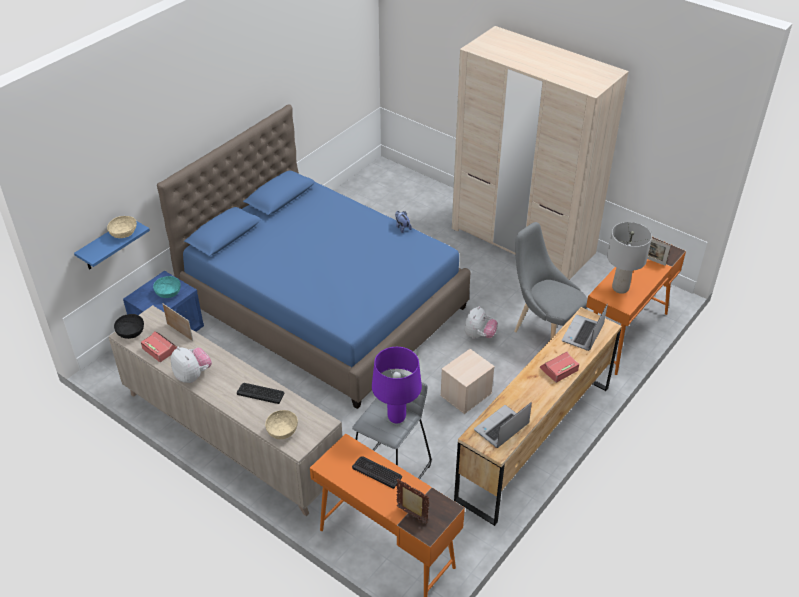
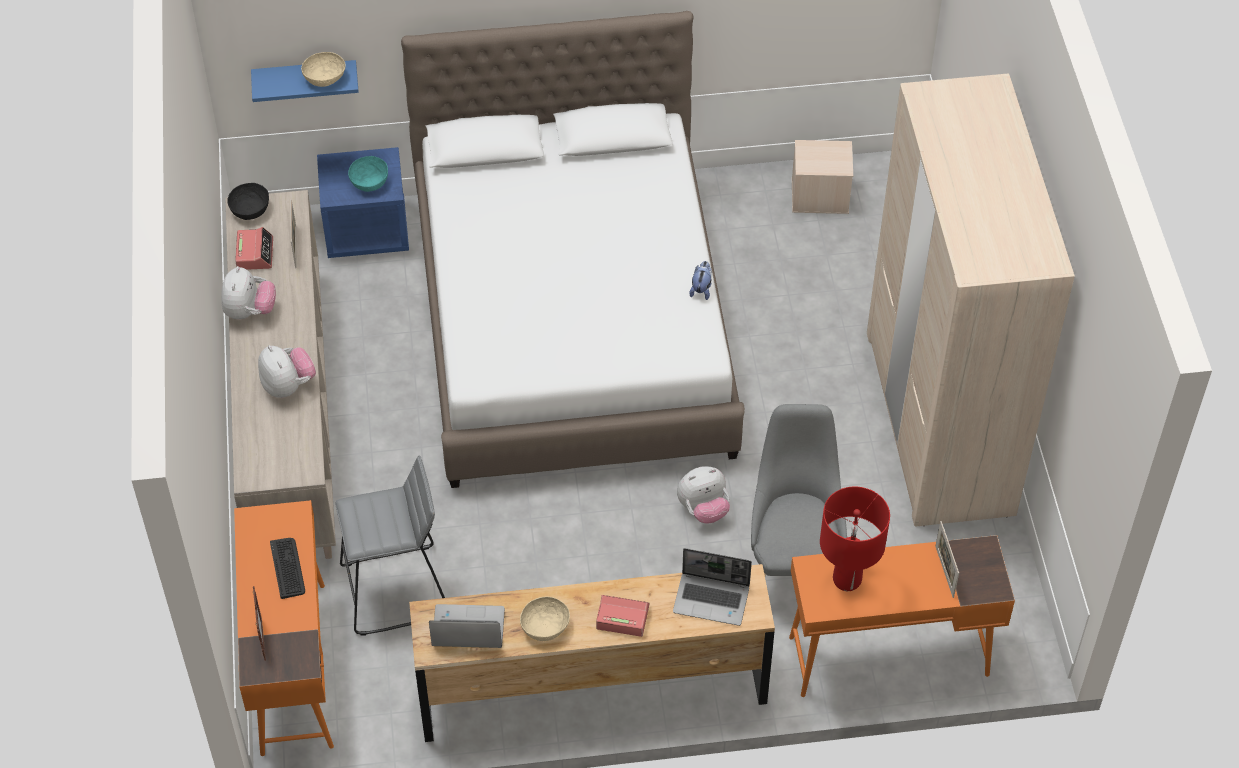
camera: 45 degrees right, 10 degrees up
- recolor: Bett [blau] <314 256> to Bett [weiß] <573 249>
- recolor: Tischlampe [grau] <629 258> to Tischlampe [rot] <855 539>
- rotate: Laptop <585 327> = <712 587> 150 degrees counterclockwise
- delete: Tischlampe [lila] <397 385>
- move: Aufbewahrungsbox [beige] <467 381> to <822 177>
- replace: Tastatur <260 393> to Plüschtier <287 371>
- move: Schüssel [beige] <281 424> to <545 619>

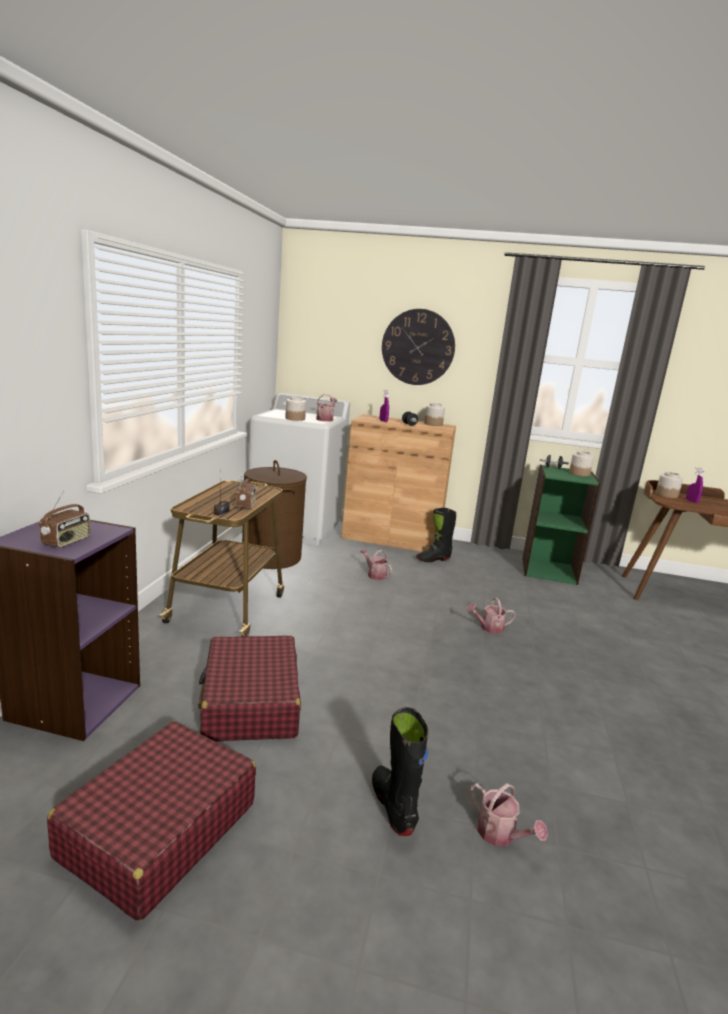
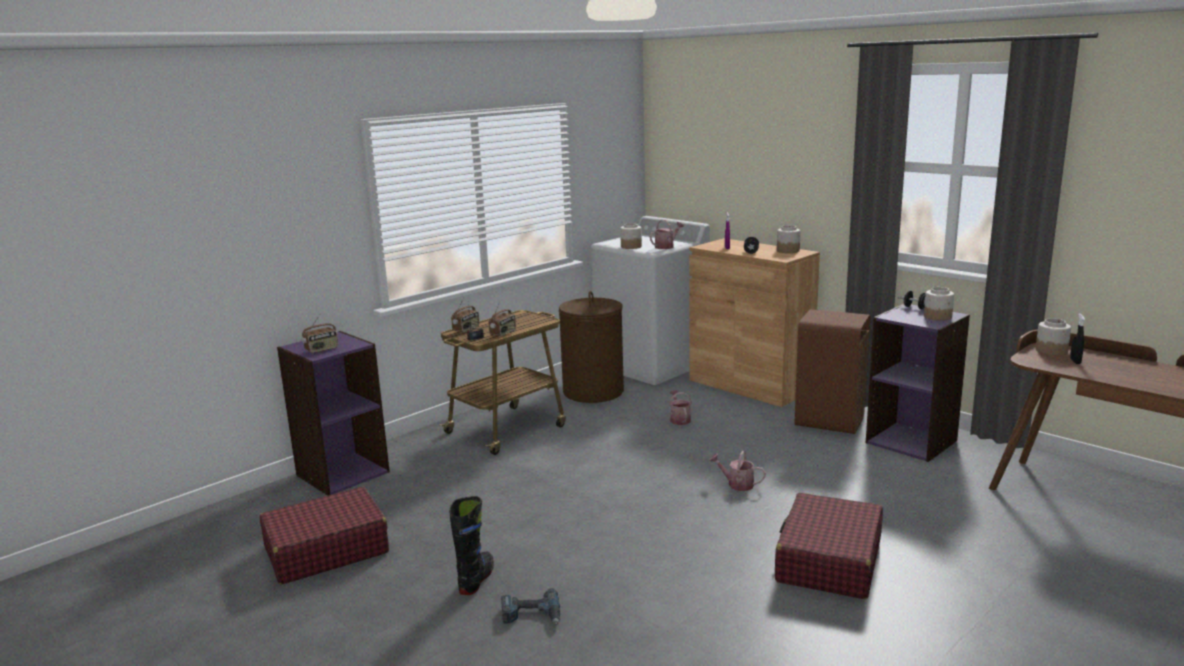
camera: 35 degrees right, 0 degrees up
- delete: Wanduhr <418 347>
- recolor: Bücherregal [grün] <561 525> to Bücherregal [lila] <918 383>
- recolor: Sprühflasche [lila] <695 485> to Sprühflasche [schwarz] <1077 338>
- delete: Stiefel [schwarz] <436 535>
- move: Koffer [rot] <249 688> to <829 546>
- replace: Gießkanne <509 814> to Bohrmaschine <530 606>
- insert: Radio <465 315>
- insert: Mülleimer [braun] <832 371>

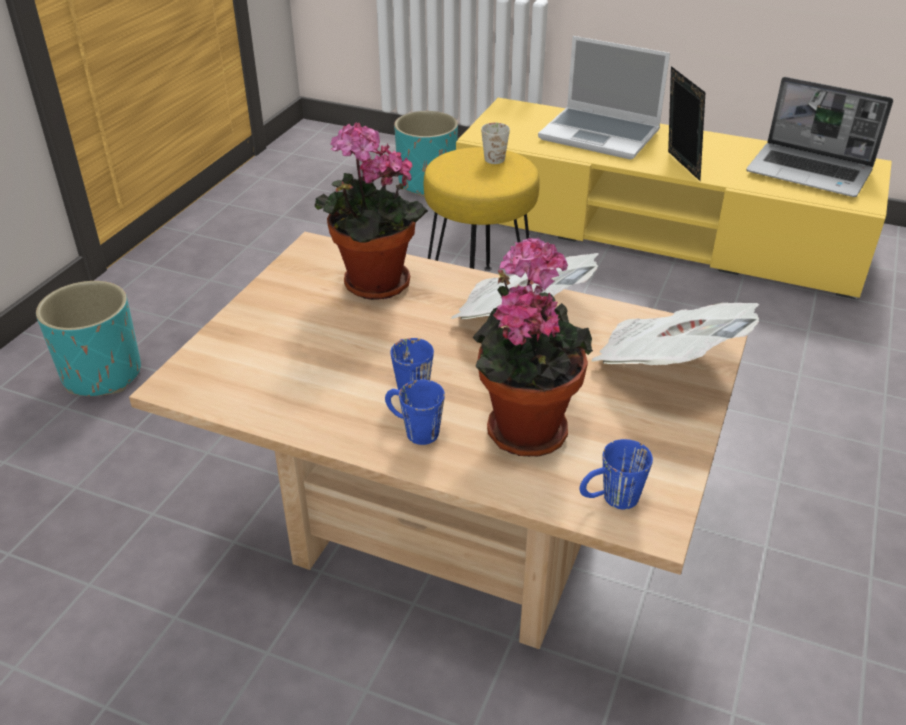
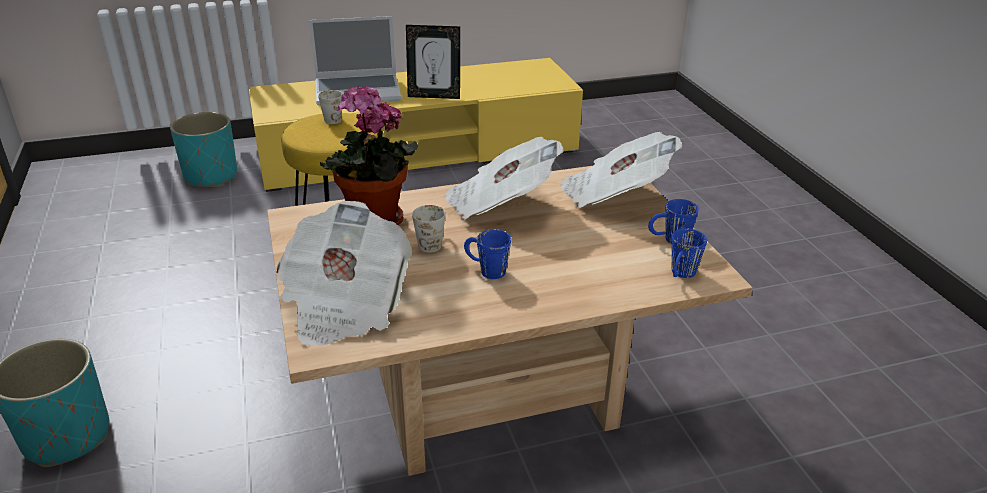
camera: 40 degrees left, 5 degrees down
- rotate: Bilderrahmen <687 123> = <433 62> 150 degrees clockwise
- delete: Laptop <819 137>
- delete: Topfpflanze <533 347>
- move: Henkelbecher [blau] <415 412> to <673 221>
- insert: Zeitung <344 274>
- insert: Henkelbecher [weiß] <428 229>

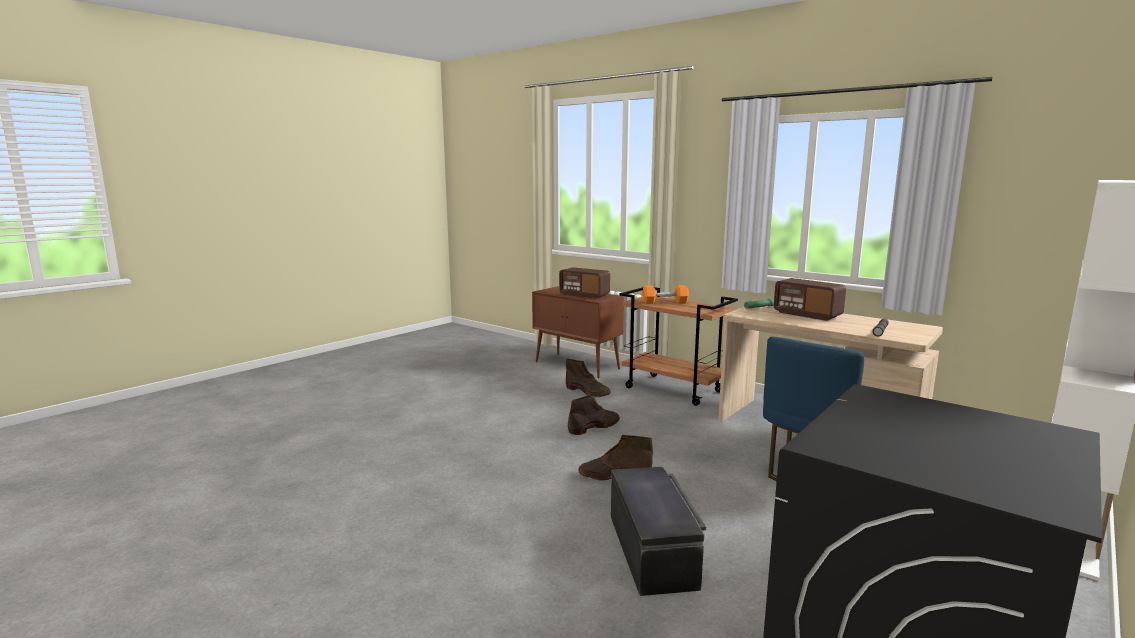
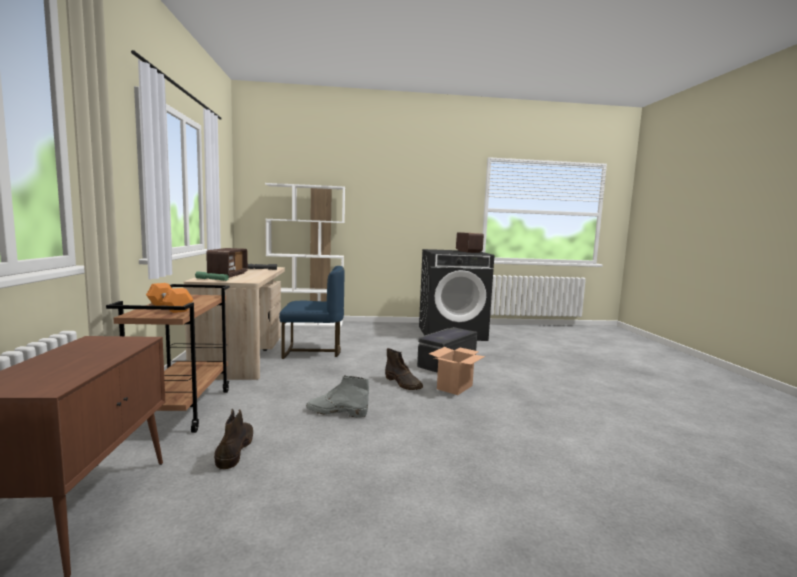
camera: 135 degrees left, 5 degrees down
- move: Radio <584 283> to <470 242>
- recolor: Stiefel [braun] <594 414> to Stiefel [grau] <337 396>
- insert: Karton <457 371>

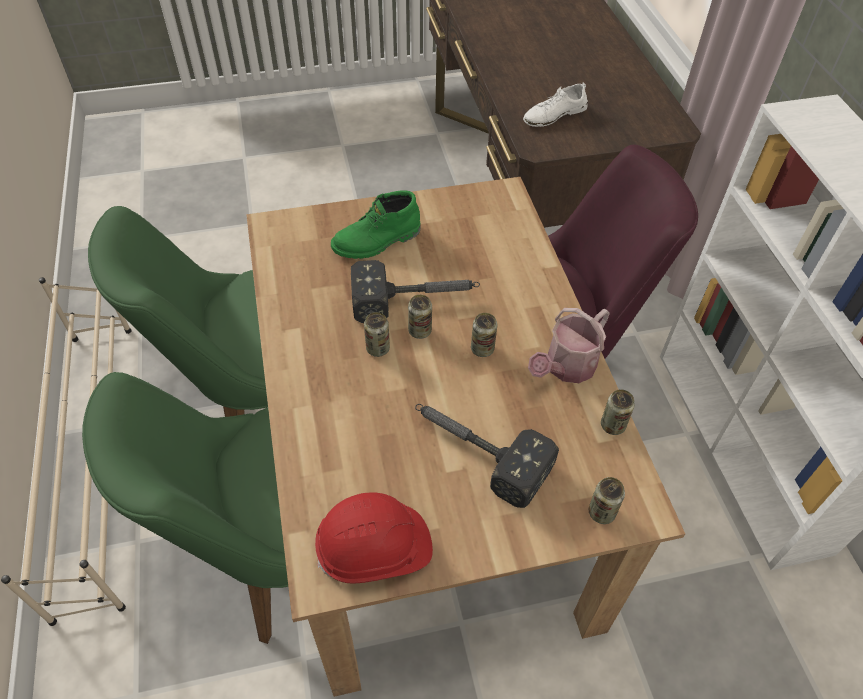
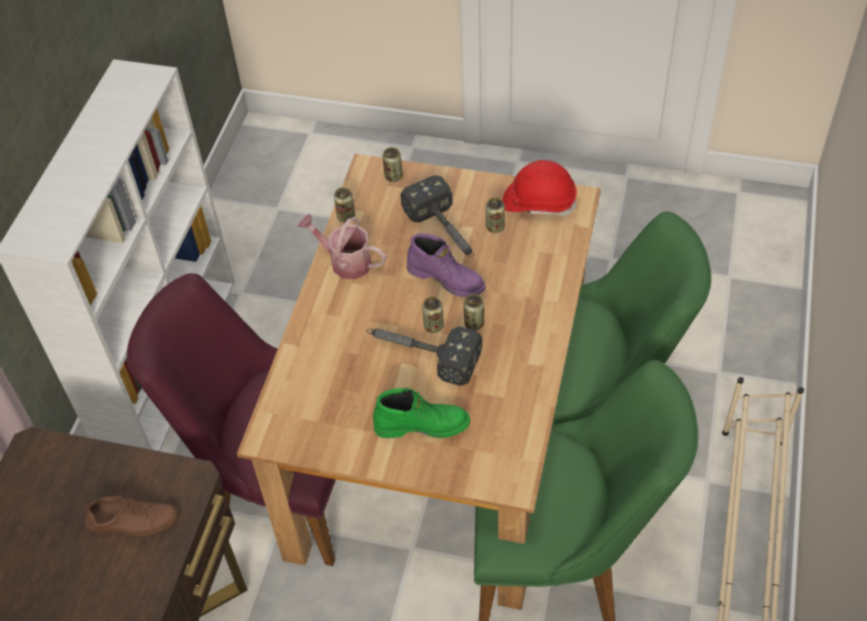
camera: 150 degrees left, 0 degrees up
- recolor: Schuh [weiß] <555 105> to Schuh [braun] <131 516>
- rotate: Gießkanne <569 345> = <342 246> 135 degrees counterclockwise
- move: Dose <484 335> to <495 215>
- insert: Stiefel [lila] <446 265>

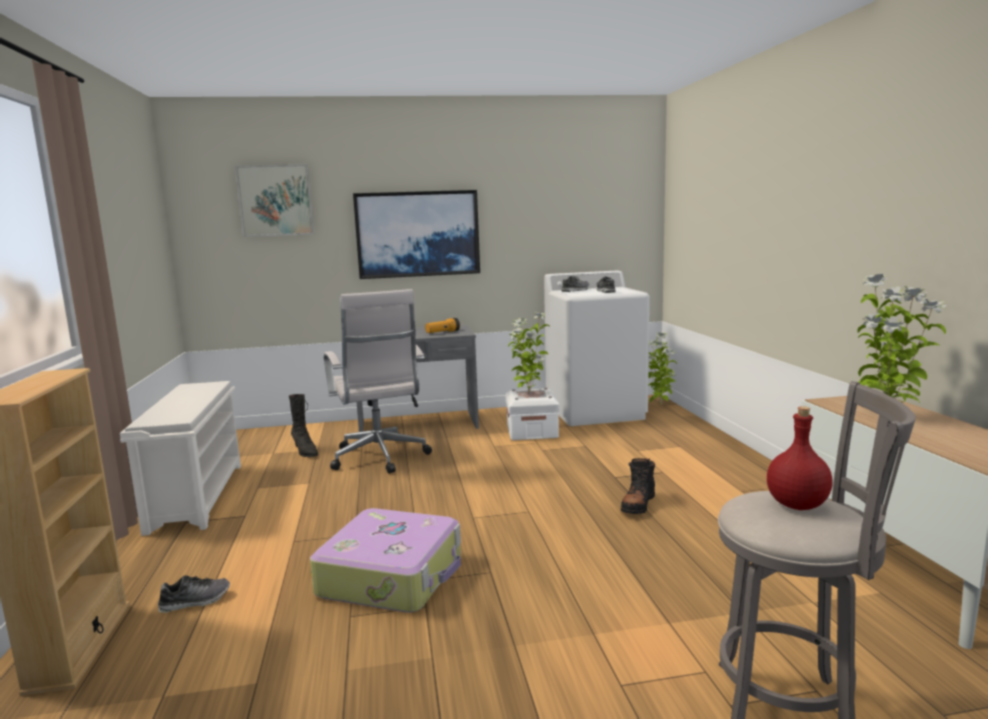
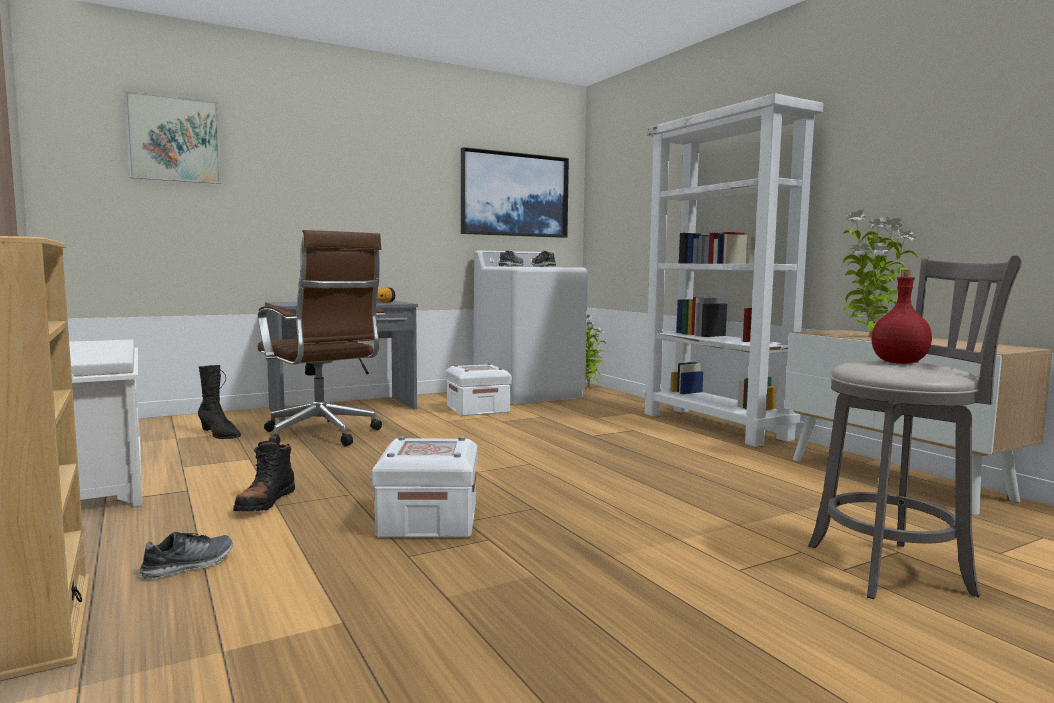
camera: 20 degrees left, 5 degrees down
- move: Bild <416 234> to <515 192>
- recolor: Bürostuhl [weiß] <378 381> to Bürostuhl [braun] <321 338>
- delete: Topfpflanze <529 353>
- move: Stiefel [schwarz] <638 486> to <264 476>
- replace: Koffer <385 560> to Aufbewahrungsbox [weiß] <424 486>
- insert: Bücherregal [weiß] <732 270>

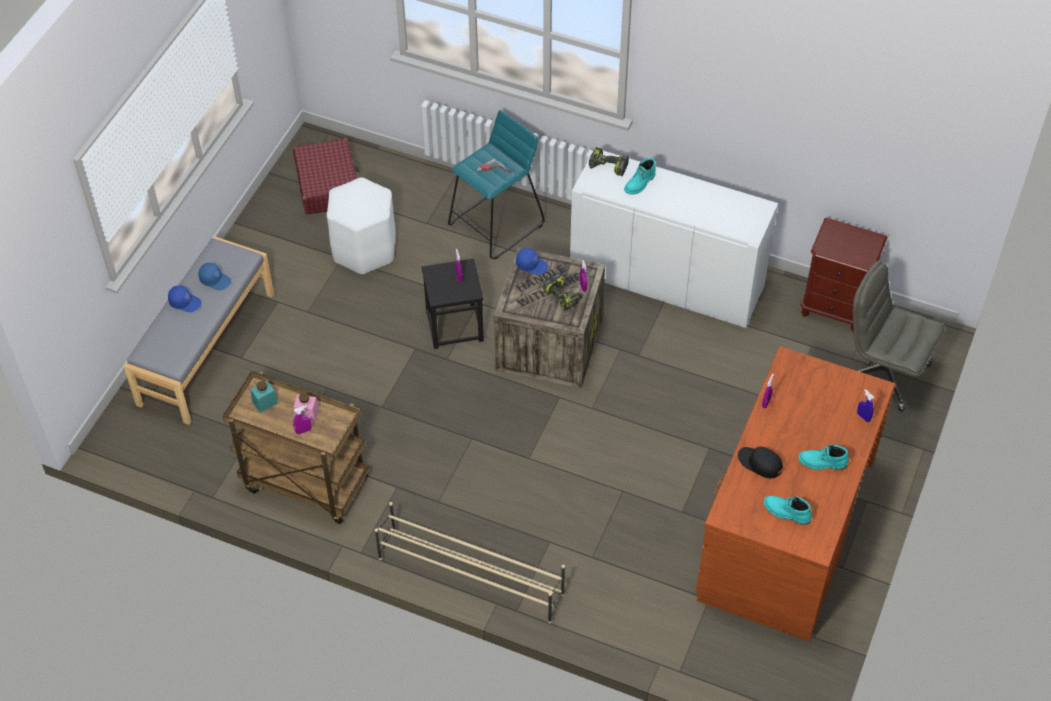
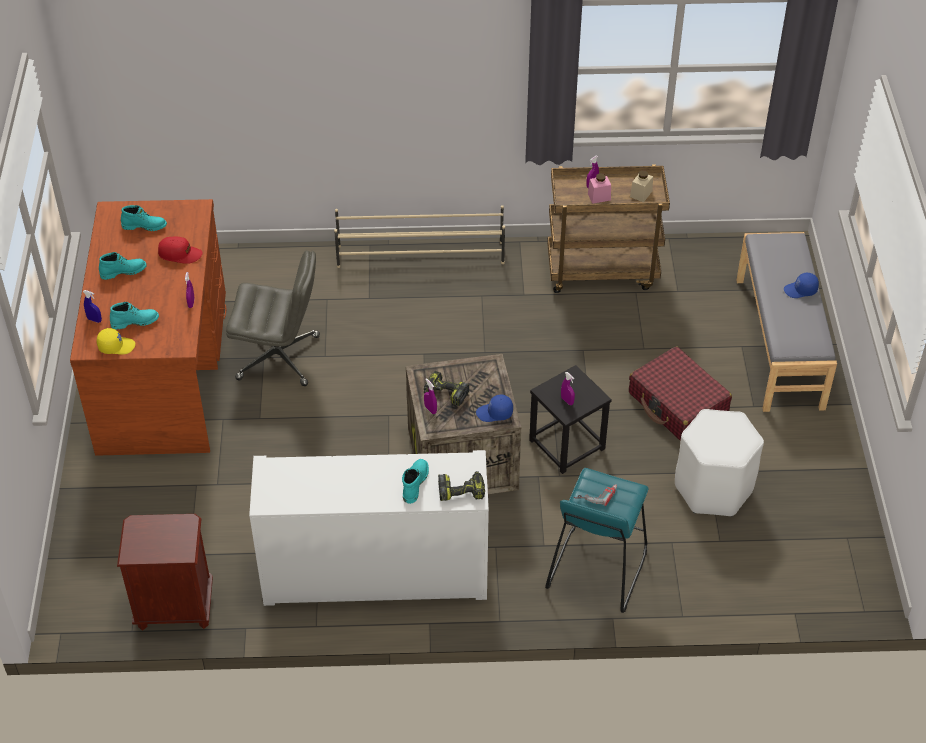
camera: 155 degrees right, 5 degrees down
- move: Koffer [rot] <326 176> to <680 393>
- move: Bürostuhl [grau] <899 336> to <273 318>
- delete: Kappe [blau] <214 276>
- recolor: Vorratsglas [türkis] <264 397> to Vorratsglas [beige] <641 186>
- recolor: Kappe [schwarz] <760 462> to Kappe [rot] <180 250>
- insert: Stiefel [türkis] <134 316>
- insert: Kappe [gelb] <116 341>

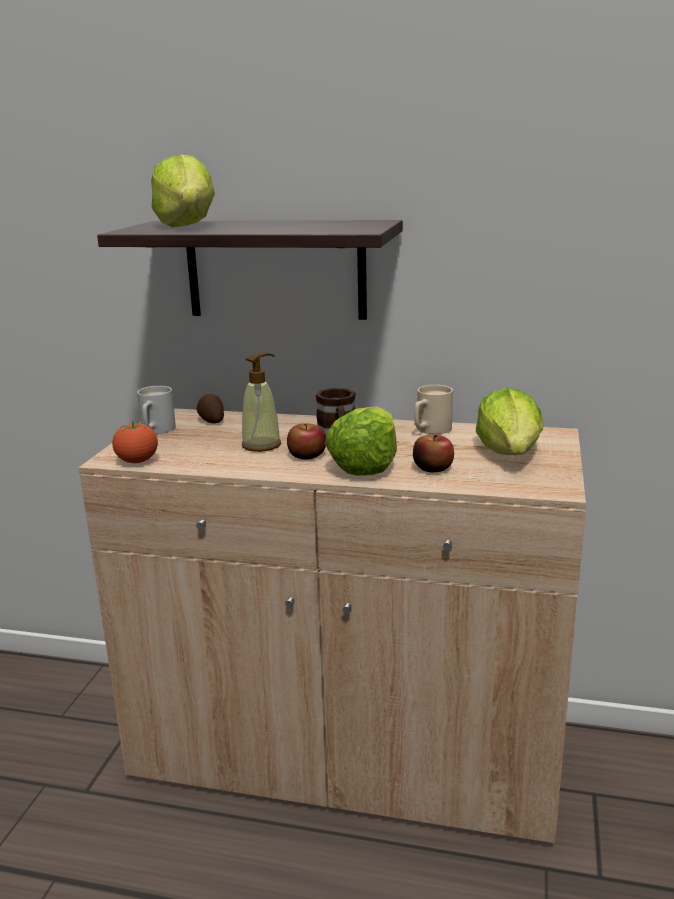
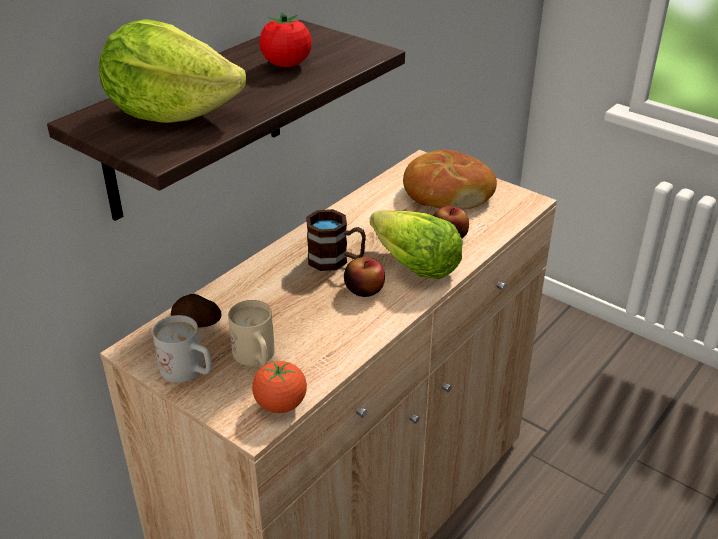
camera: 65 degrees left, 15 degrees up
- delete: Seifenspender <261 402>
- move: Henkelbecher [beige] <433 409> to <251 333>
- replace: Salatkopf <509 421> to Brot <450 180>
- insert: Tomate <285 40>

